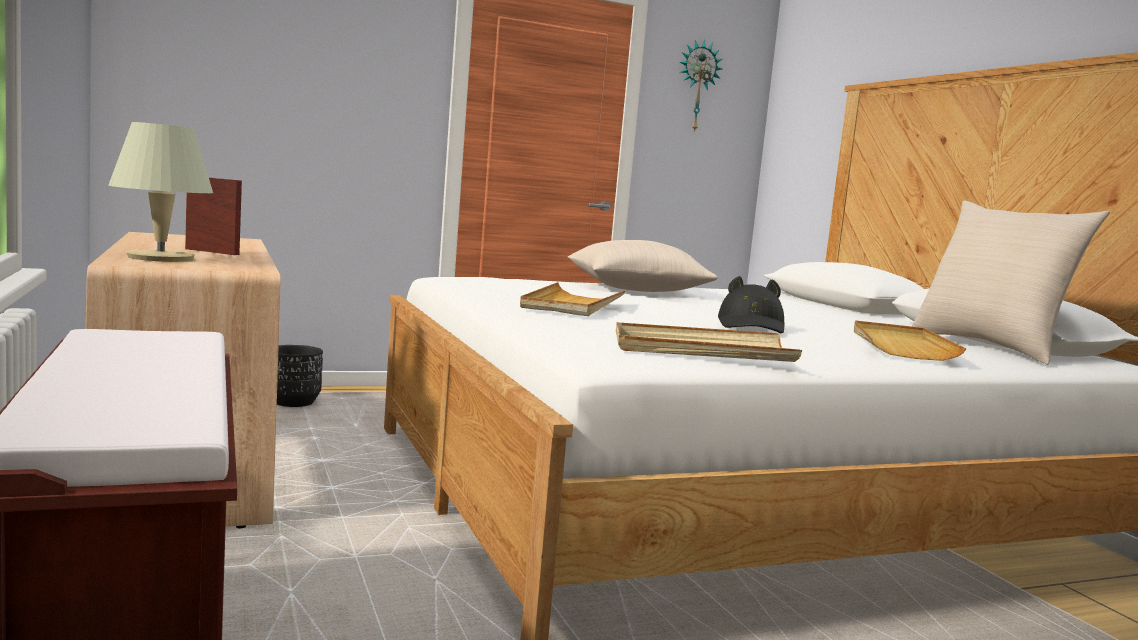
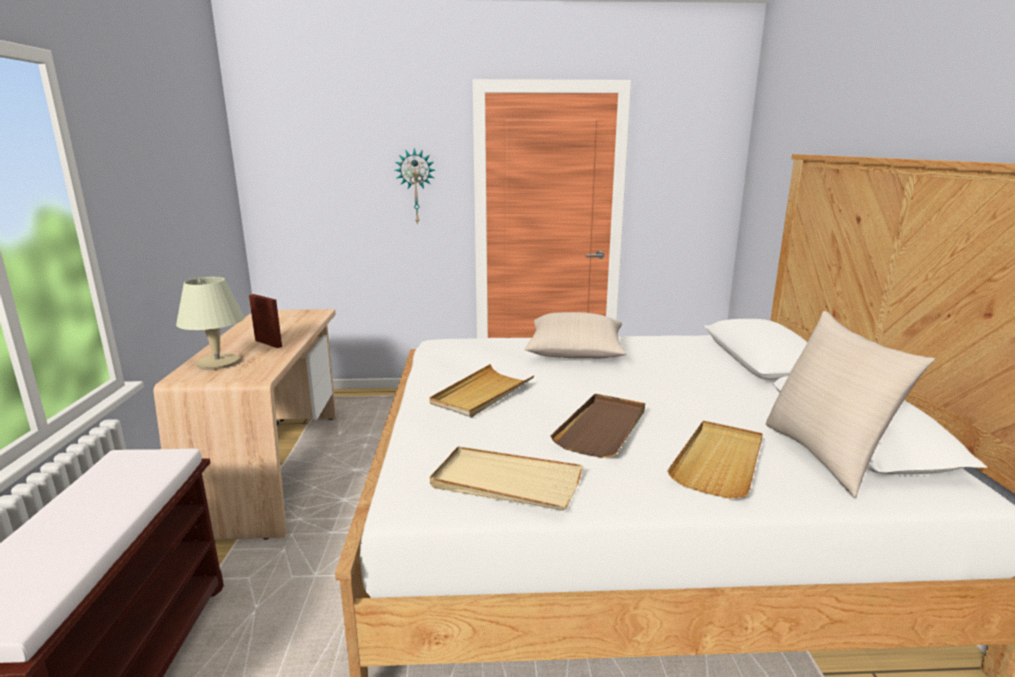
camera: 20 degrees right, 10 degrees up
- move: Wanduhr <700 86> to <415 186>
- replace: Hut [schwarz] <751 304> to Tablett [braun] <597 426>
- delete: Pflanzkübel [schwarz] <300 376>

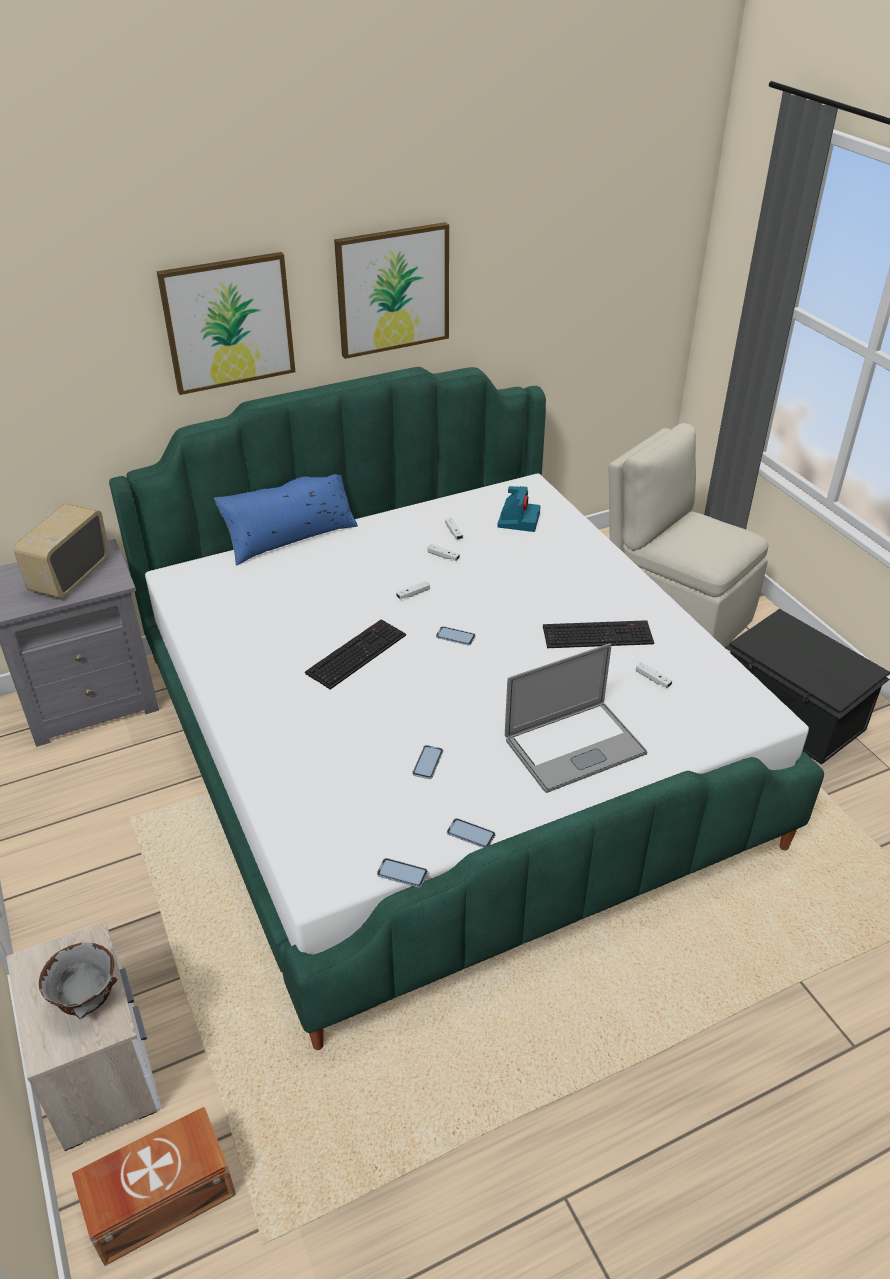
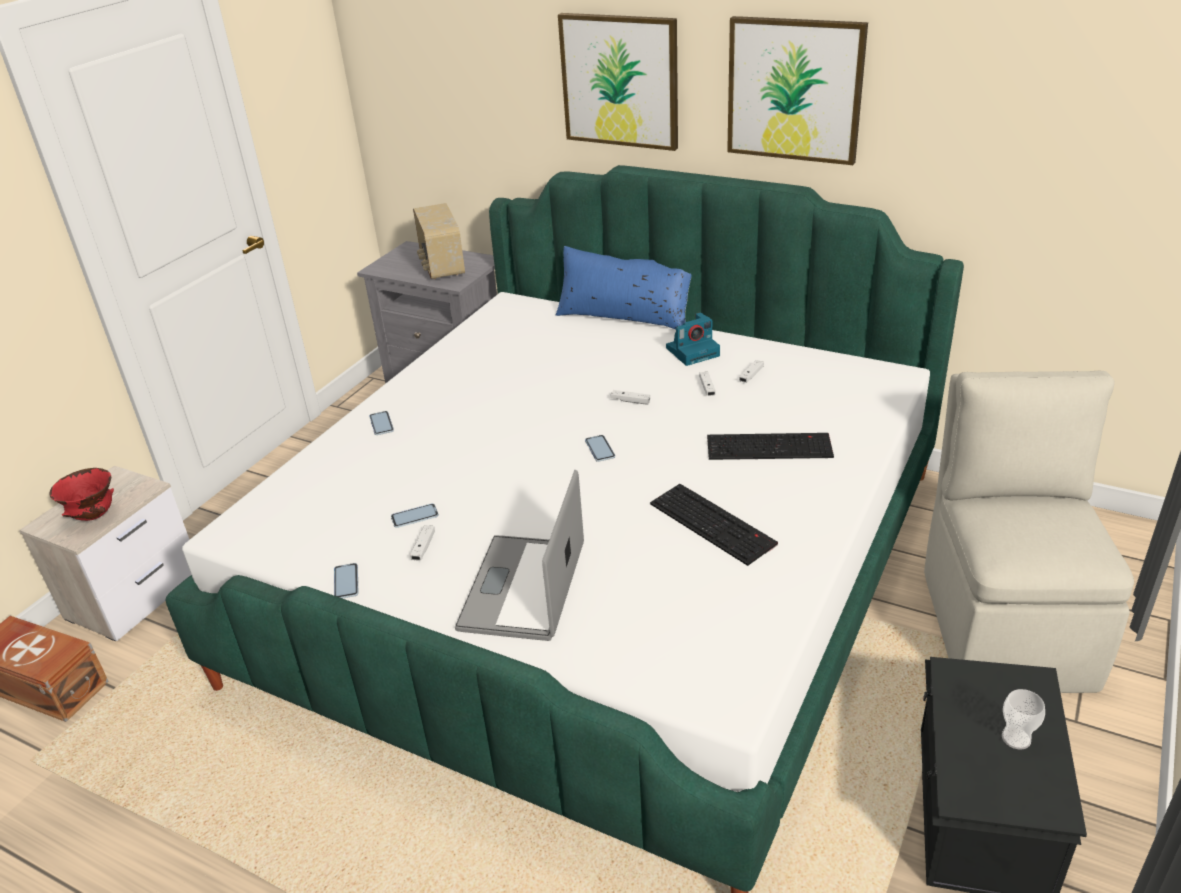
camera: 55 degrees right, 5 degrees down
- move: Kamera <518 509> to <693 339>
- rotate: Radio <62 551> = <439 241> 90 degrees counterclockwise
- move: Tastatur <355 654> to <770 446>
- rotate: Laptop <576 718> = <519 555> 75 degrees clockwise
- move: Gamepad [weiß] <654 675> to <422 543>
- move: Handy <402 873> to <381 423>
- recolor: Schüssel [grau] <78 981> to Schüssel [rot] <82 494>
- insert: Tasse <1023 719>

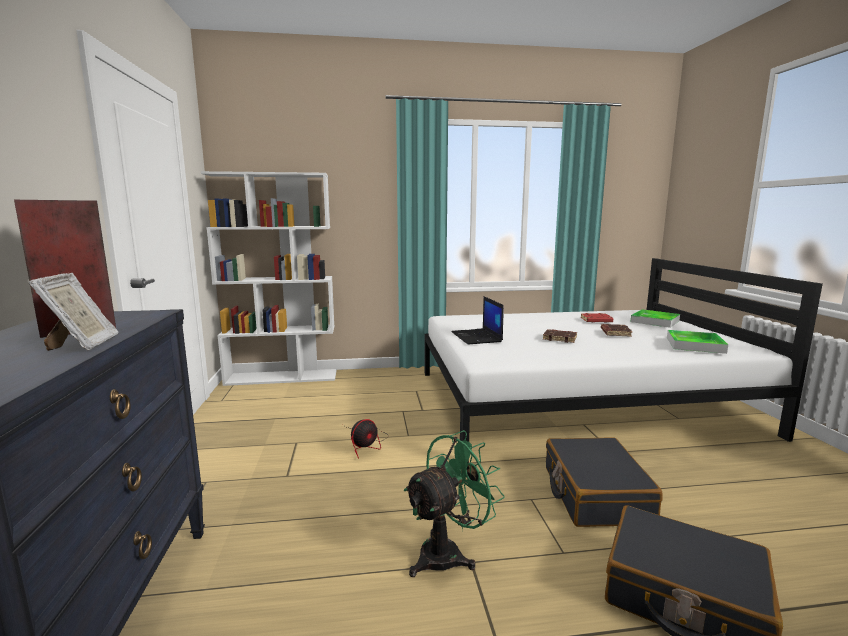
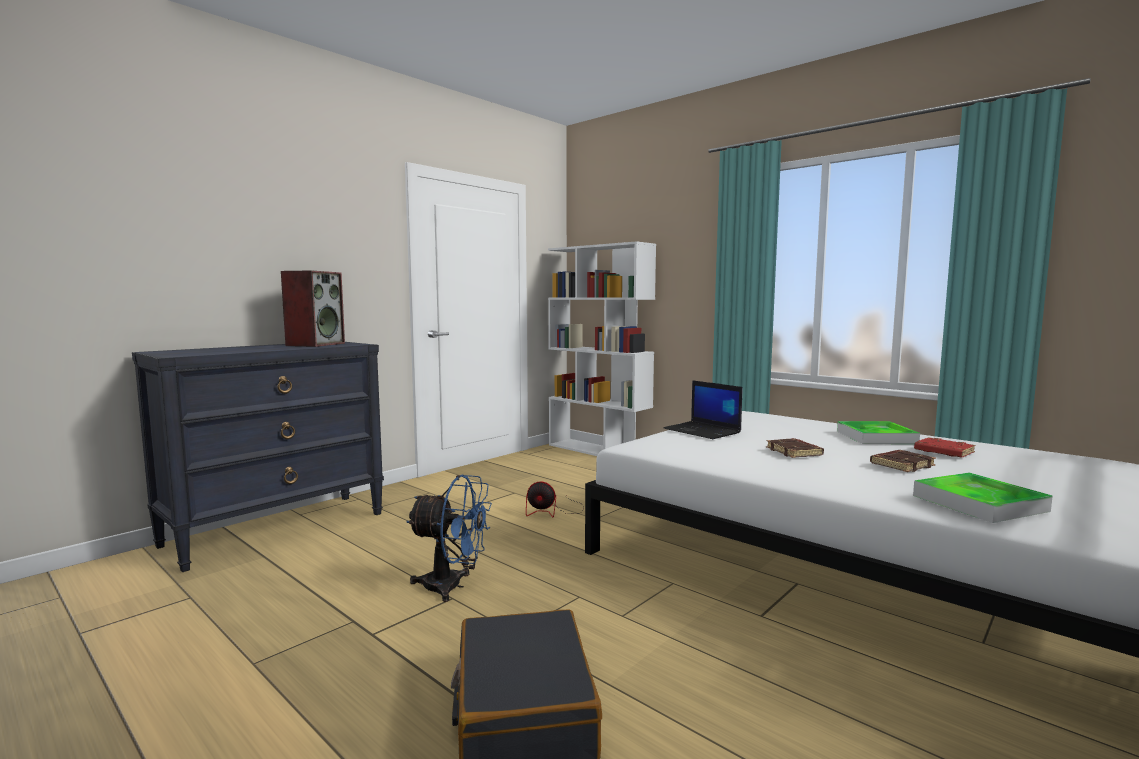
camera: 50 degrees right, 5 degrees down
- delete: Bilderrahmen <74 312>
- rotate: Laptop <477 320> = <703 409> 75 degrees counterclockwise
- move: Tablett <655 318> to <878 432>
- recolor: Ventilator [grün] <454 503> to Ventilator [blau] <449 538>
- delete: Koffer [schwarz] <604 482>

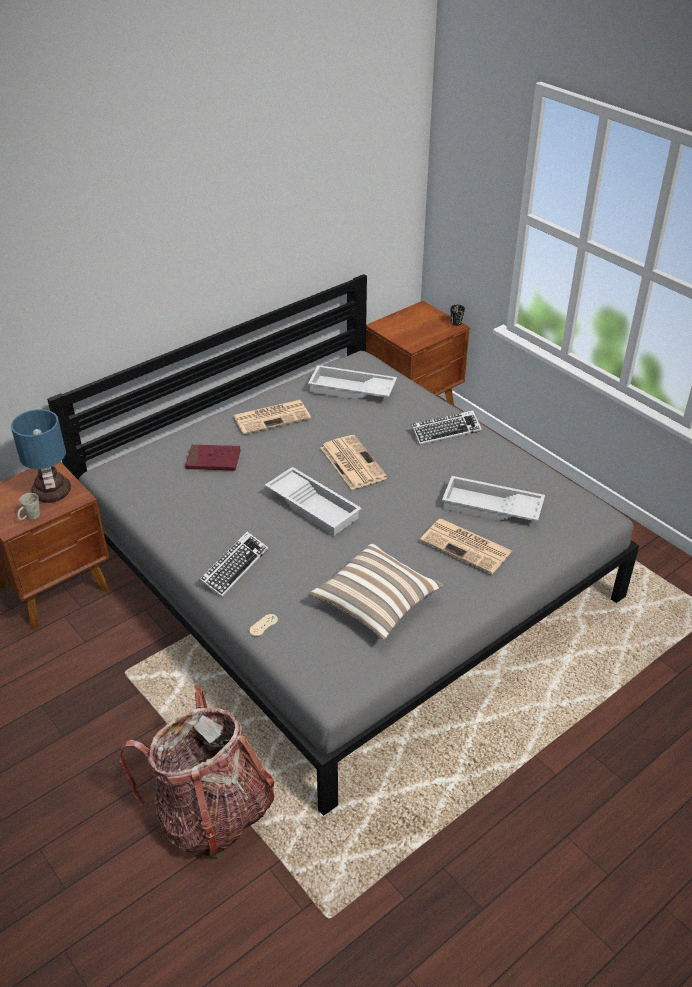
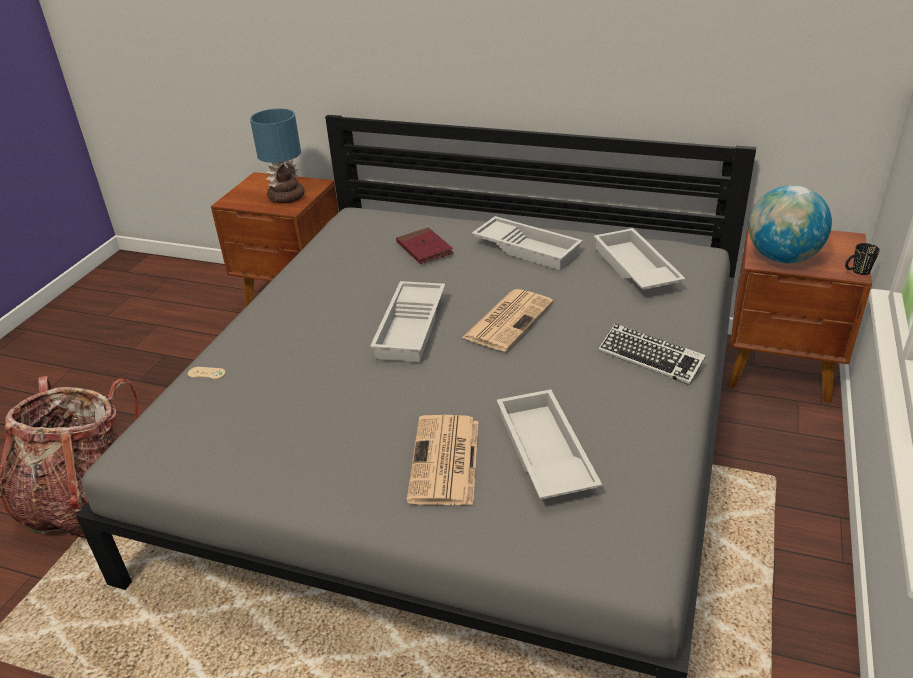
camera: 60 degrees right, 5 degrees down
- replace: Zeitung <272 417> to Tablett [weiß] <527 243>
- delete: Henkelbecher [weiß] <28 506>
- delete: Tastatur <233 564>
- delete: Kissen <376 591>
- insert: Globus <790 224>

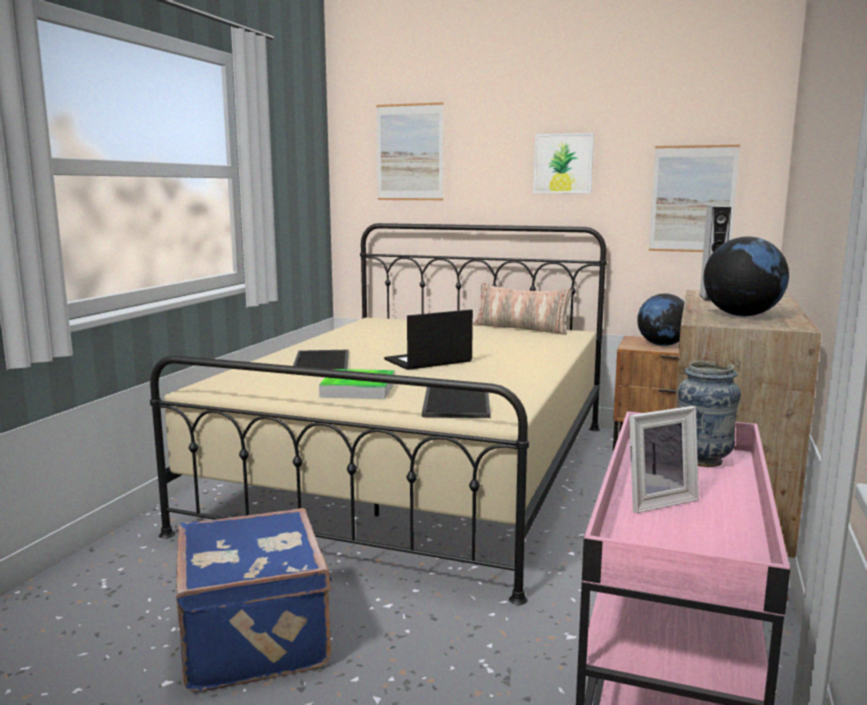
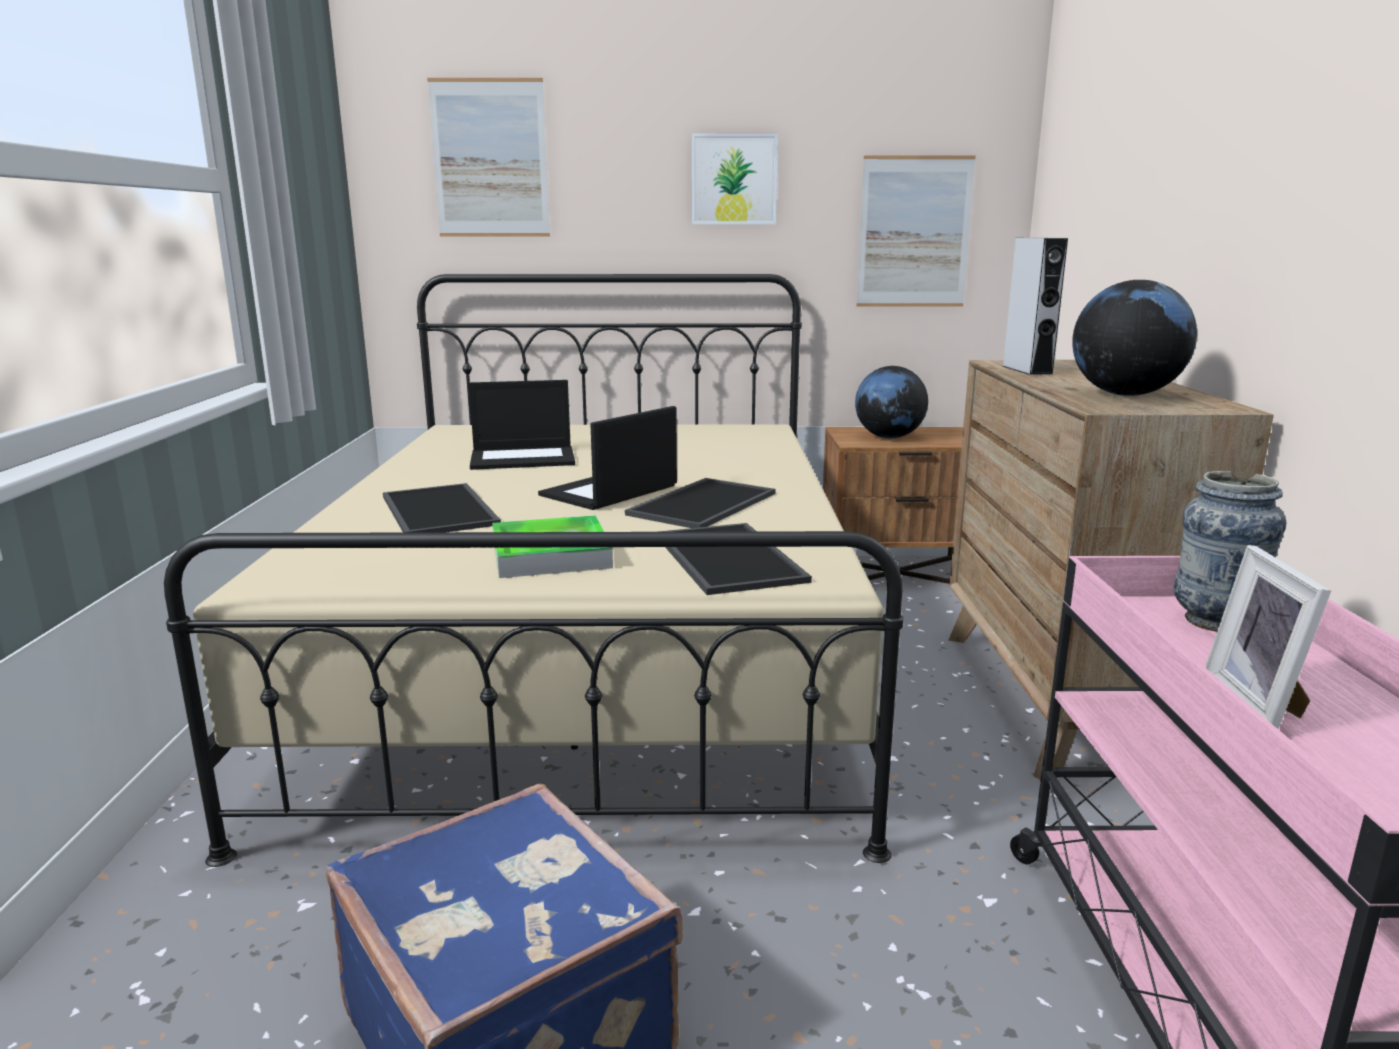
camera: 20 degrees left, 5 degrees up
- delete: Kissen <522 309>
- rotate: Bilderrahmen <664 459> = <1268 637> 135 degrees clockwise
- insert: Laptop <522 425>
- insert: Tablett <700 503>

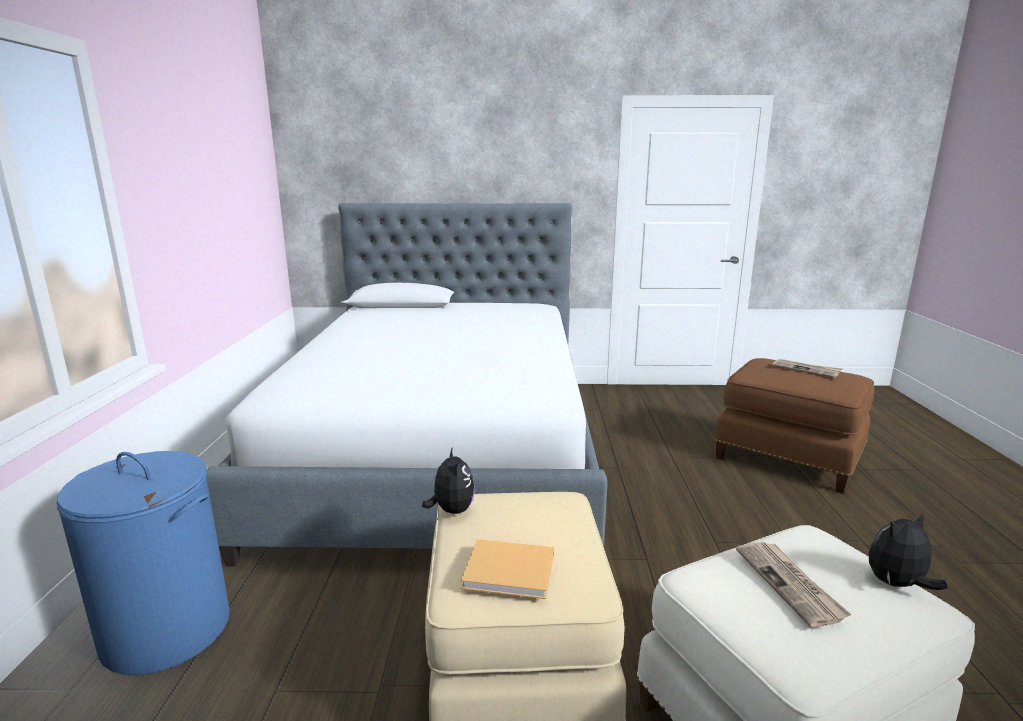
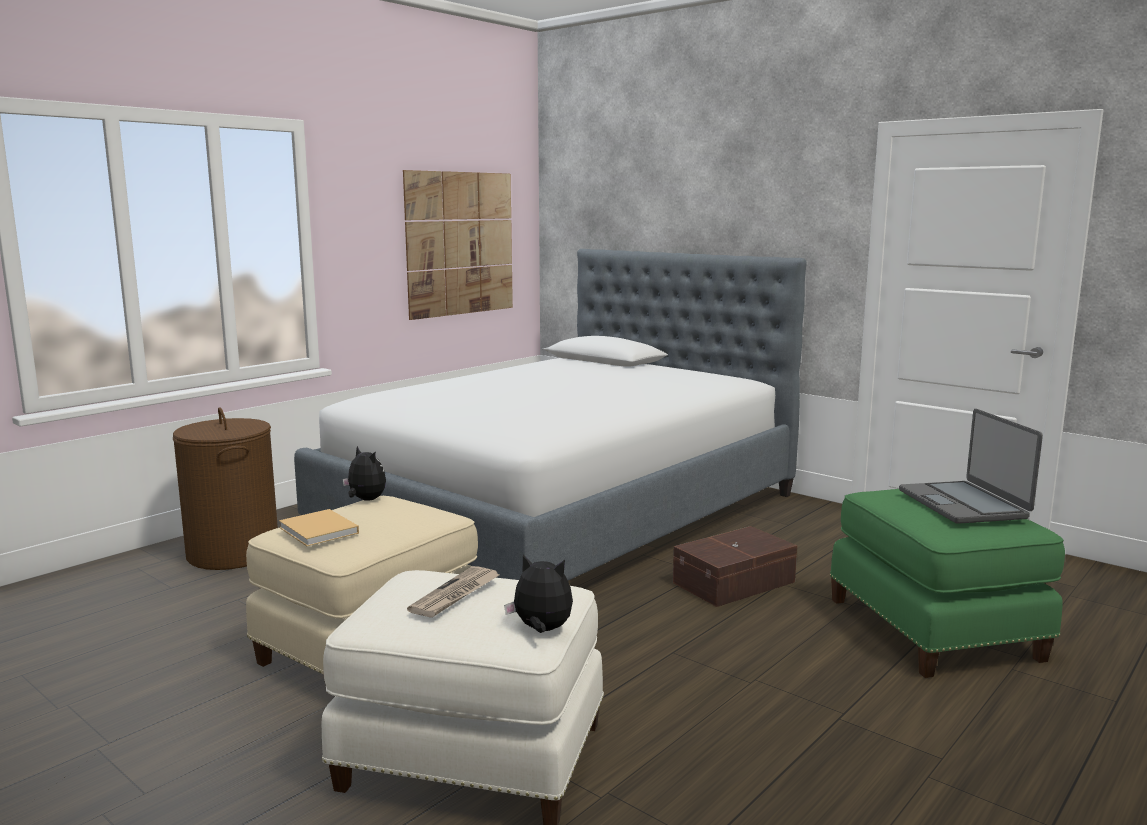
camera: 40 degrees right, 5 degrees down
- recolor: Polsterhocker [braun] <794 426> to Polsterhocker [grün] <947 583>
- replace: Zeitung <807 368> to Laptop <971 466>
- rotate: Plüschtier <448 480> = <364 473> 75 degrees counterclockwise
- recolor: Wäschekorb [blau] <143 563> to Wäschekorb [braun] <225 488>
- insert: Bild <458 245>
- insert: Aufbewahrungsbox [braun] <735 566>

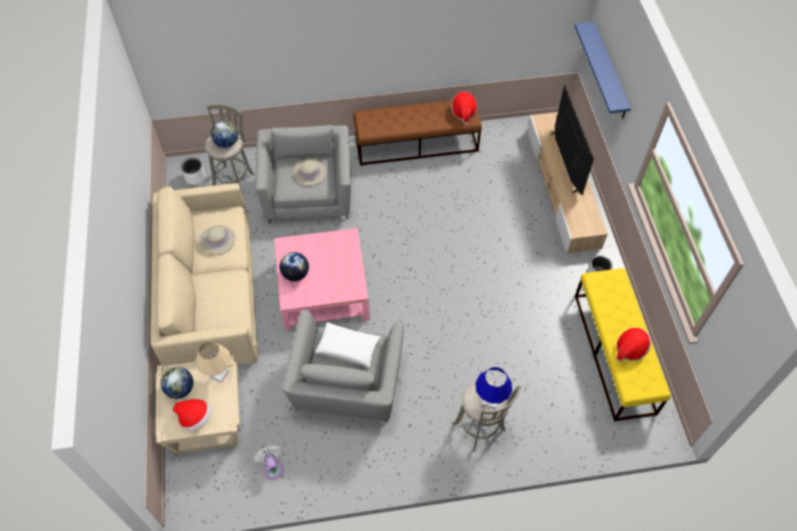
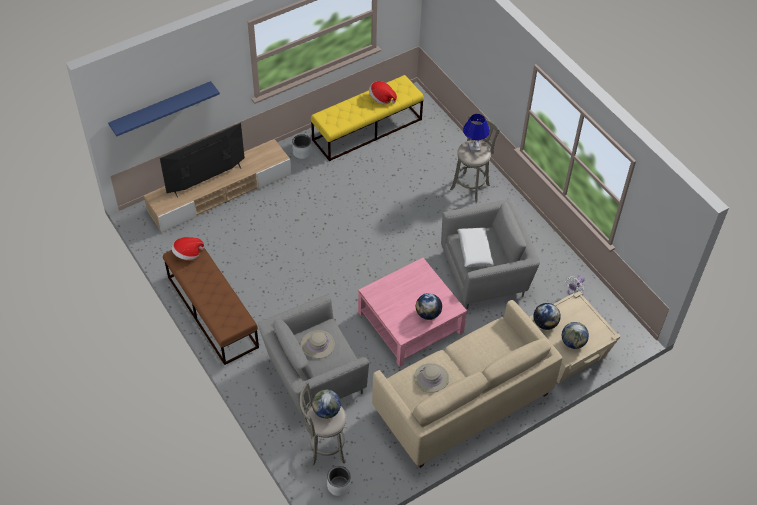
camera: 115 degrees left, 5 degrees down
- replace: Tischlampe [beige] <213 361> to Globus <547 316>
- delete: Hut <192 415>

